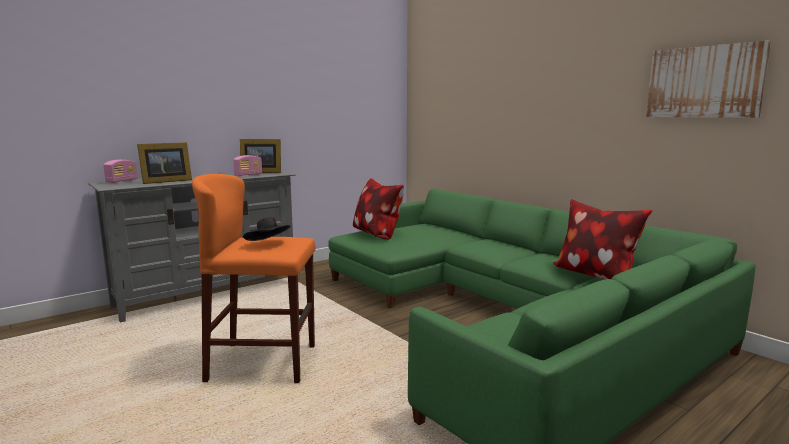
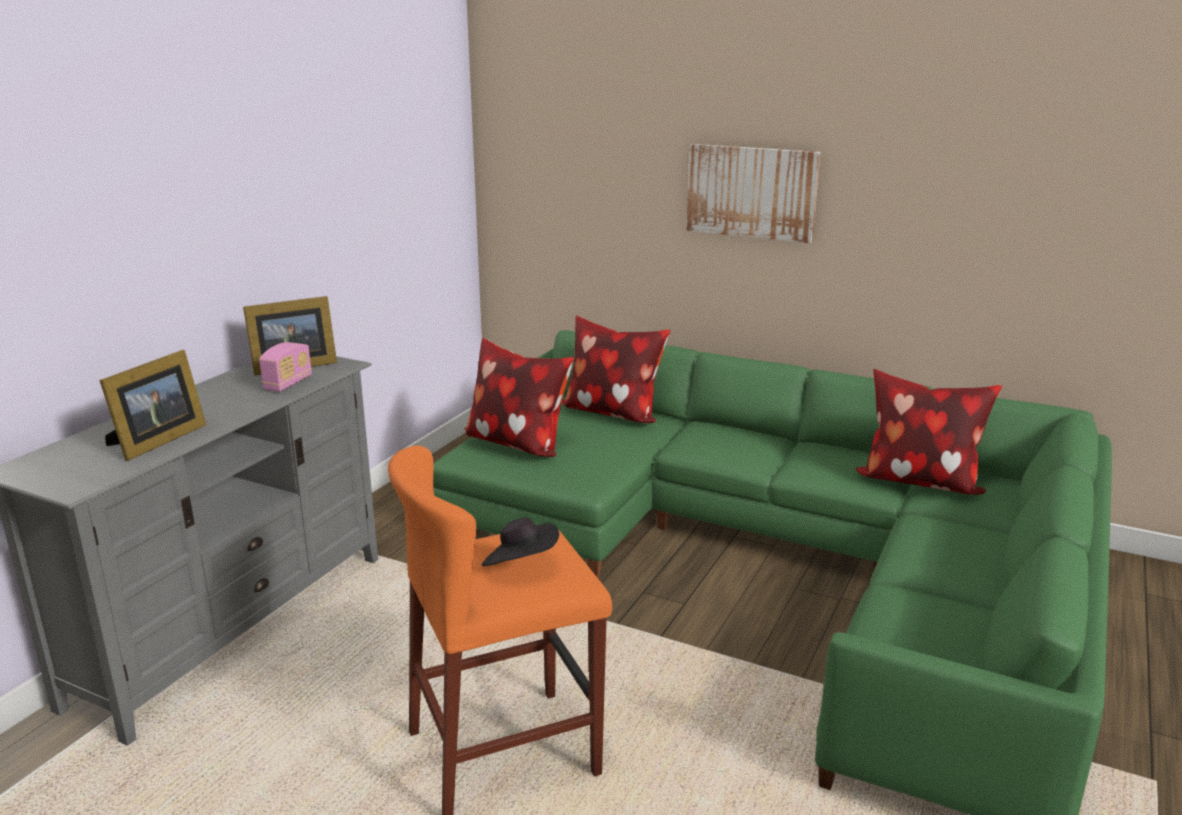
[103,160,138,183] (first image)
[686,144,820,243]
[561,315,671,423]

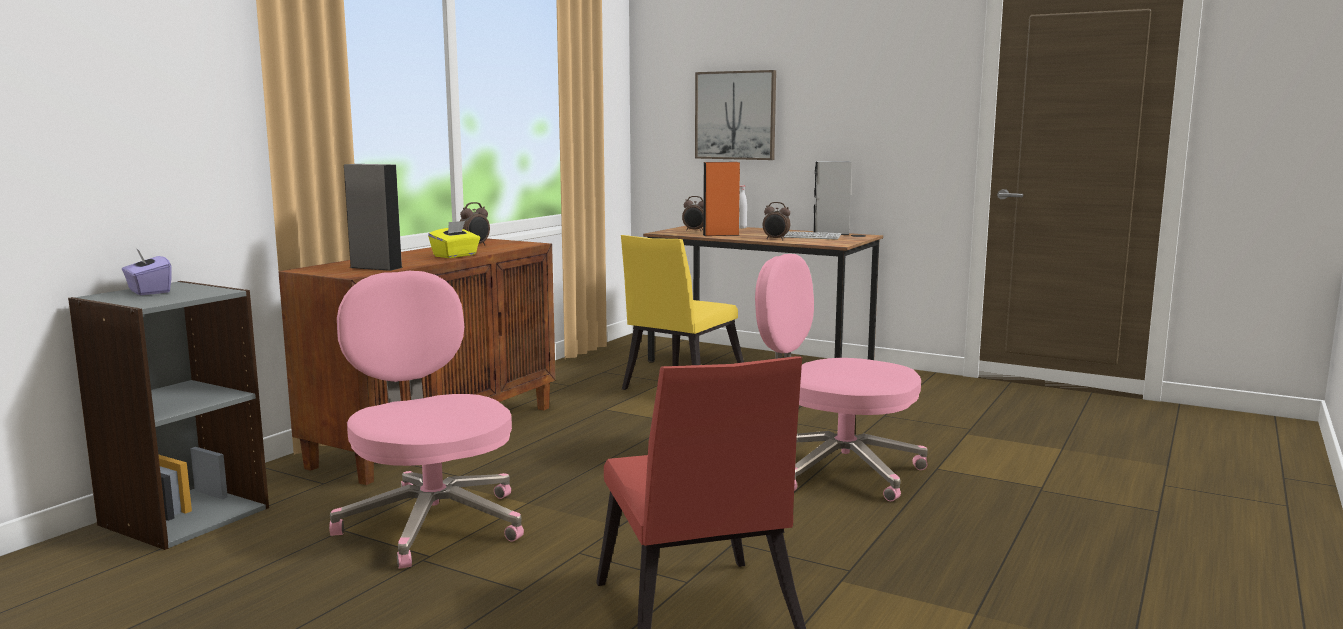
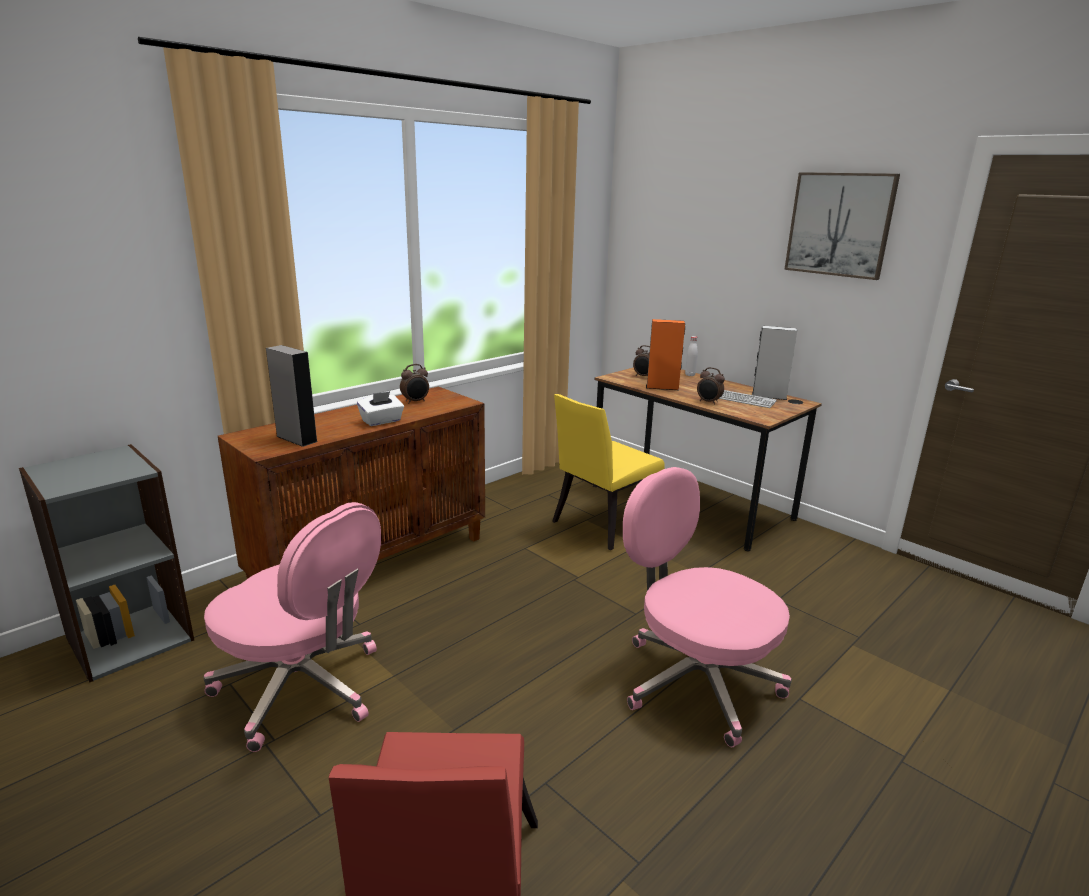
[122,248,172,295] (first image)
[204,502,381,752]
[357,391,404,426]
[784,172,900,280]

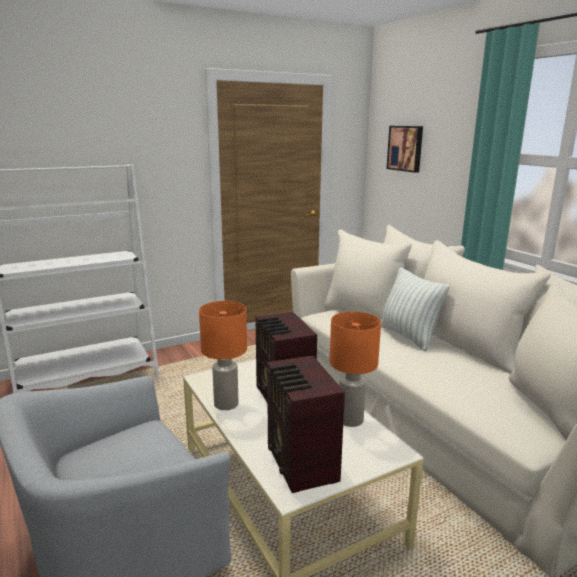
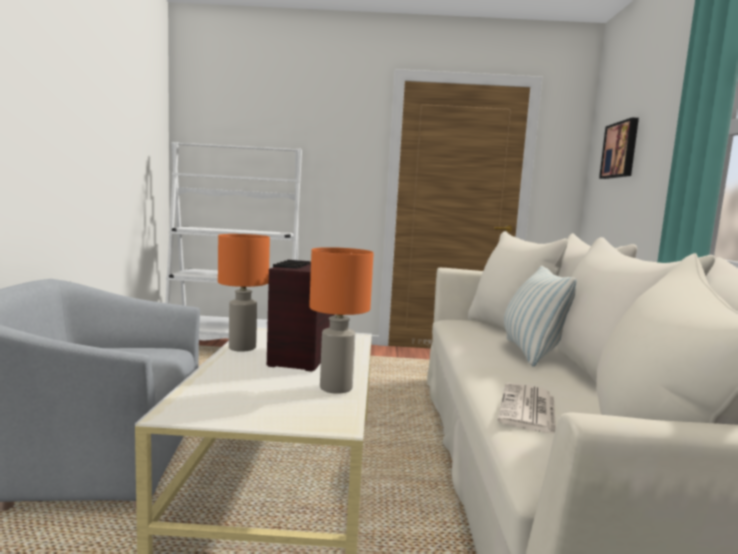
[267,356,345,493] (first image)
[497,383,556,434]

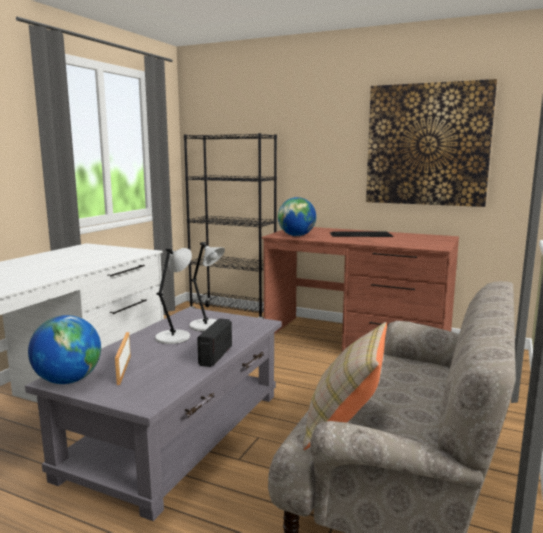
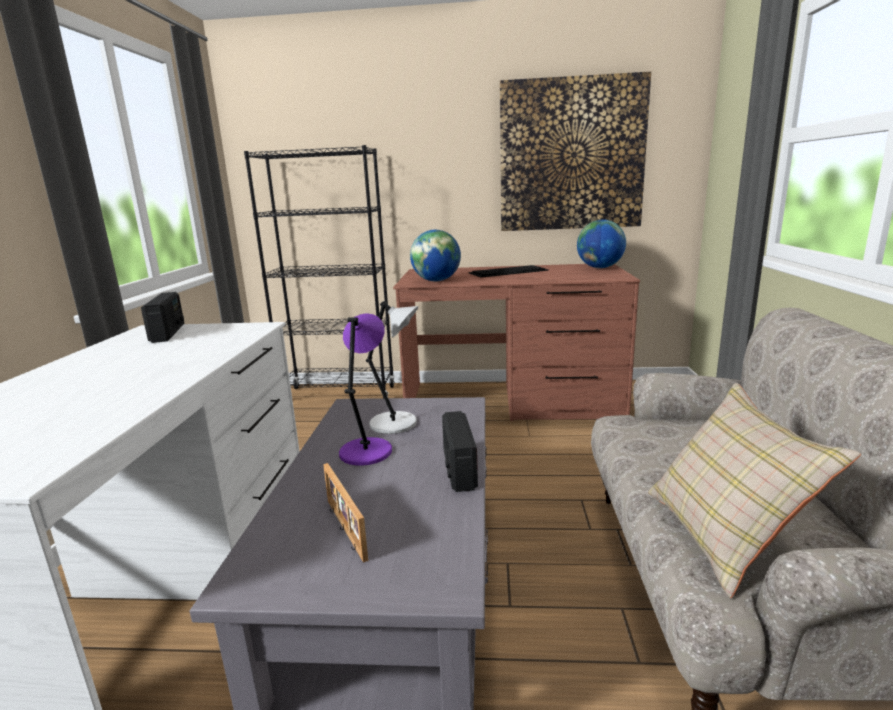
[577,220,626,268]
[339,313,392,466]
[141,292,184,343]

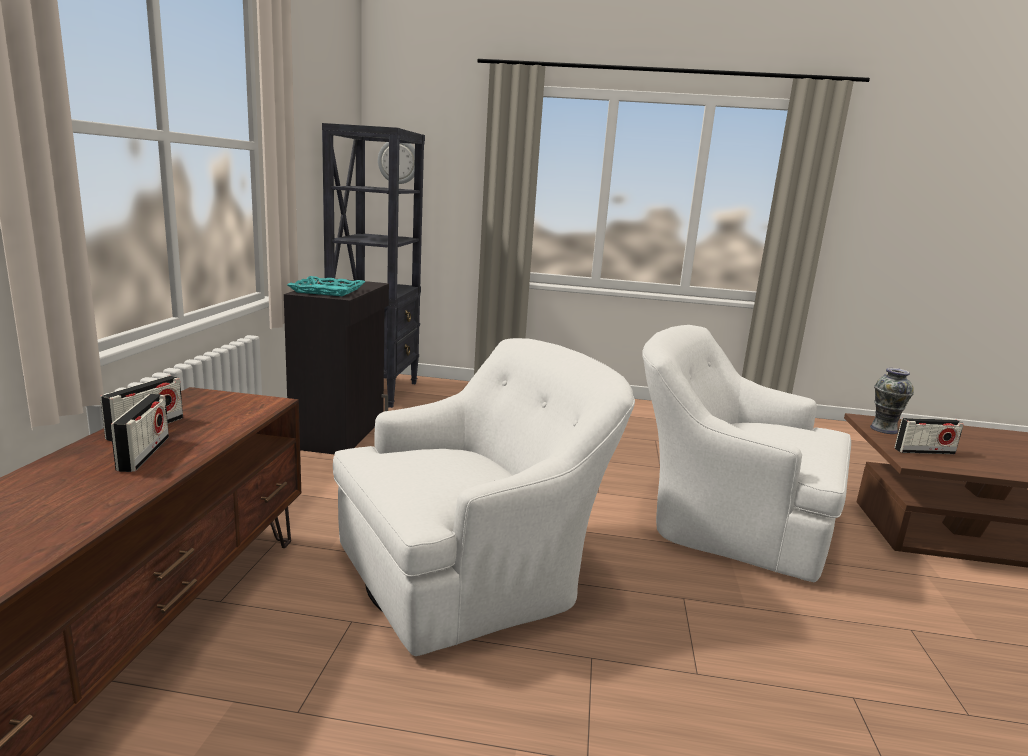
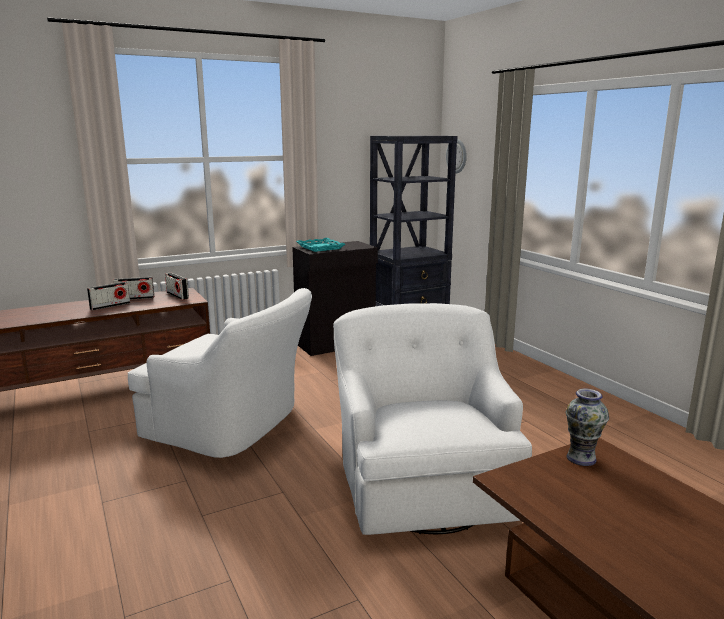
[165,273,189,300]

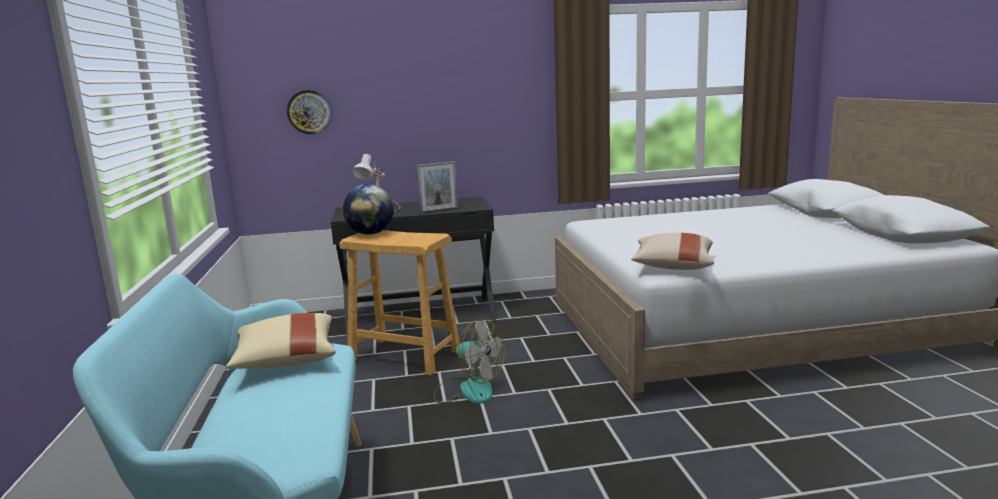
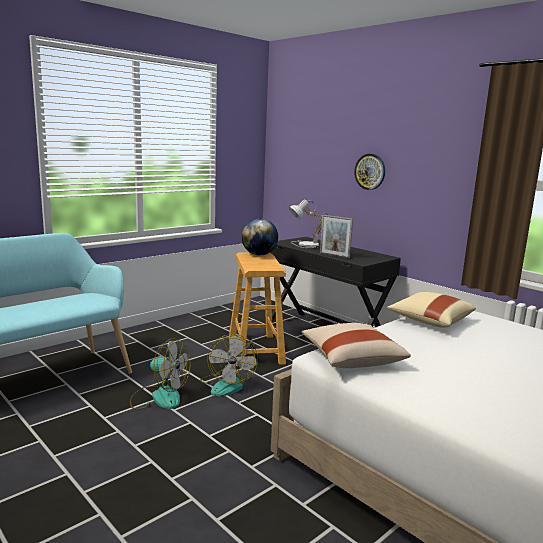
[387,292,476,328]
[354,154,385,190]
[130,339,190,410]

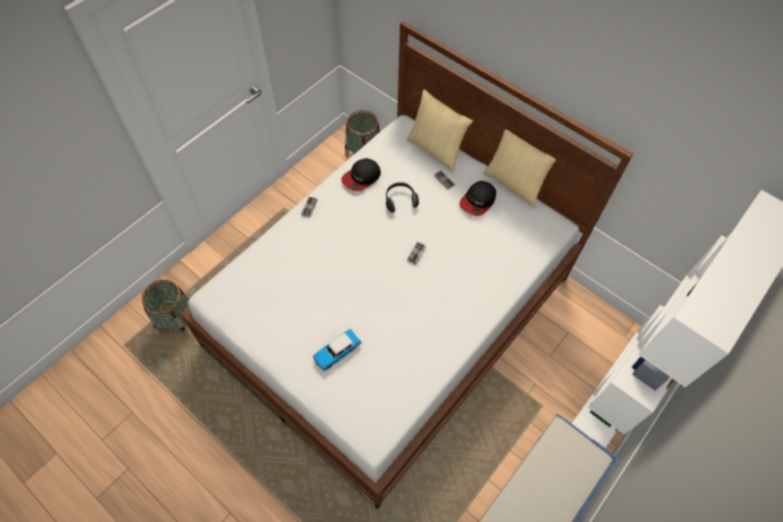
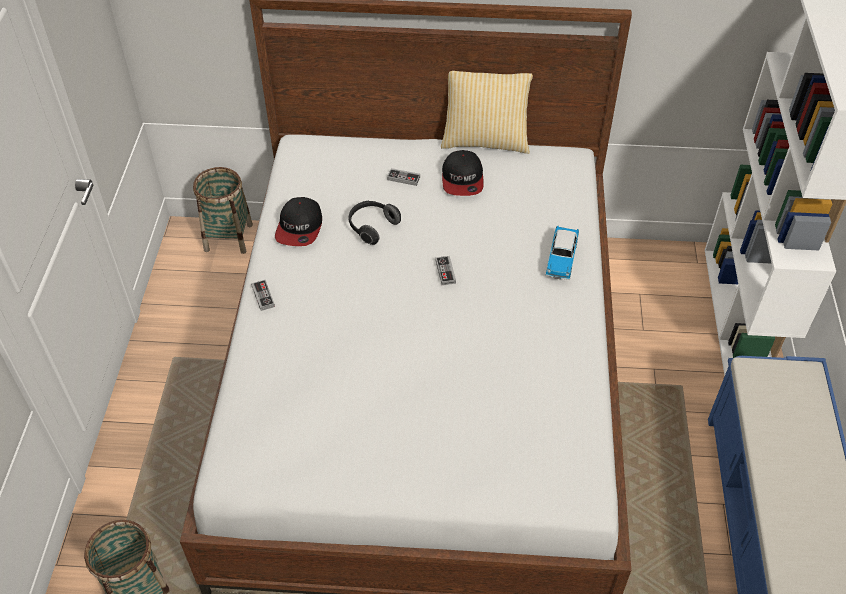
[545,226,579,280]
[407,89,474,172] (first image)

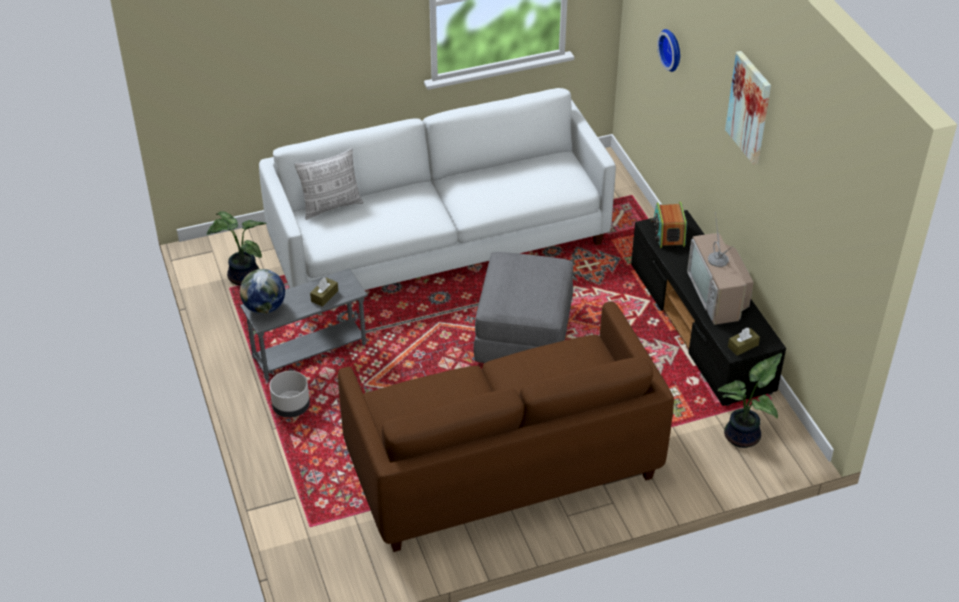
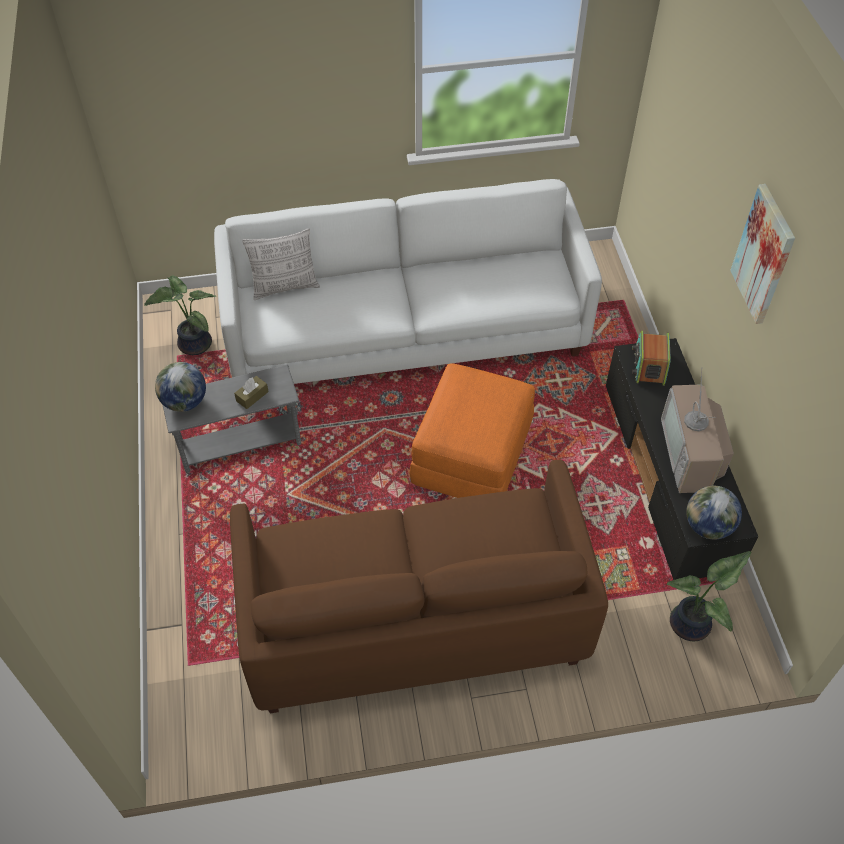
[269,371,310,418] (first image)
[409,363,535,498]
[657,29,680,72] (first image)
[686,486,742,539]

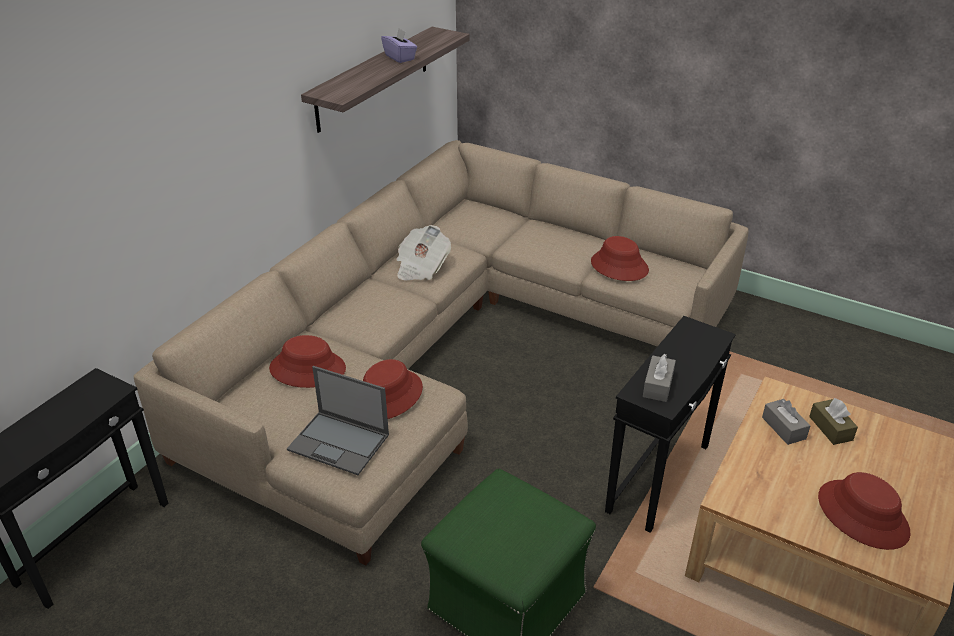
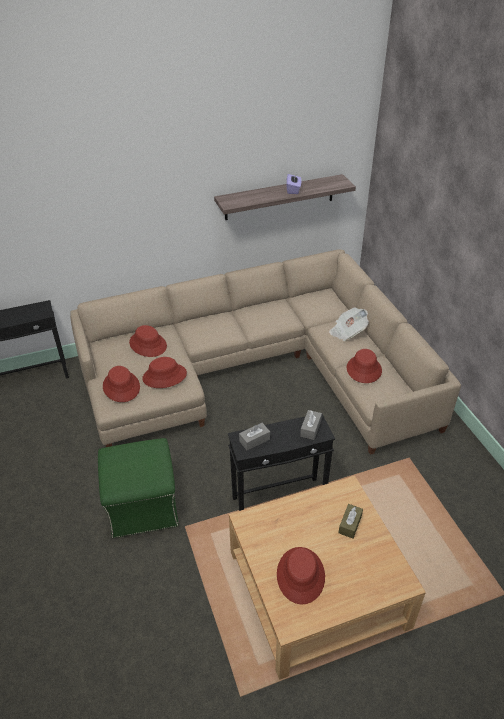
[103,366,140,402]
[329,308,369,341]
[300,410,322,440]

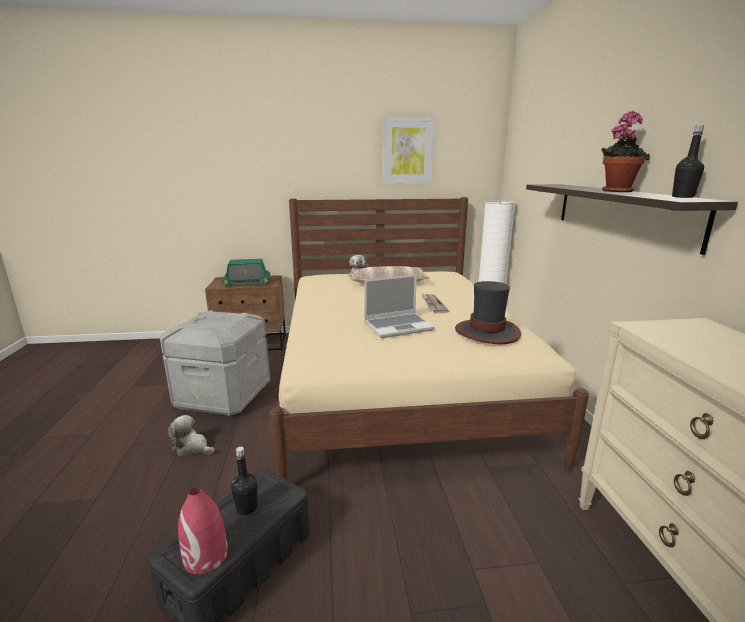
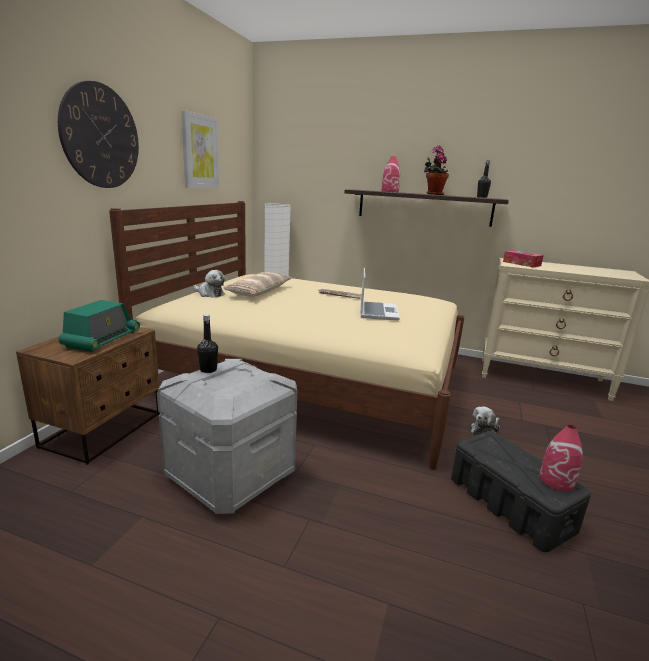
[471,406,500,436]
[197,314,218,373]
[455,281,521,344] (first image)
[58,81,139,188]
[382,156,400,192]
[503,250,544,267]

